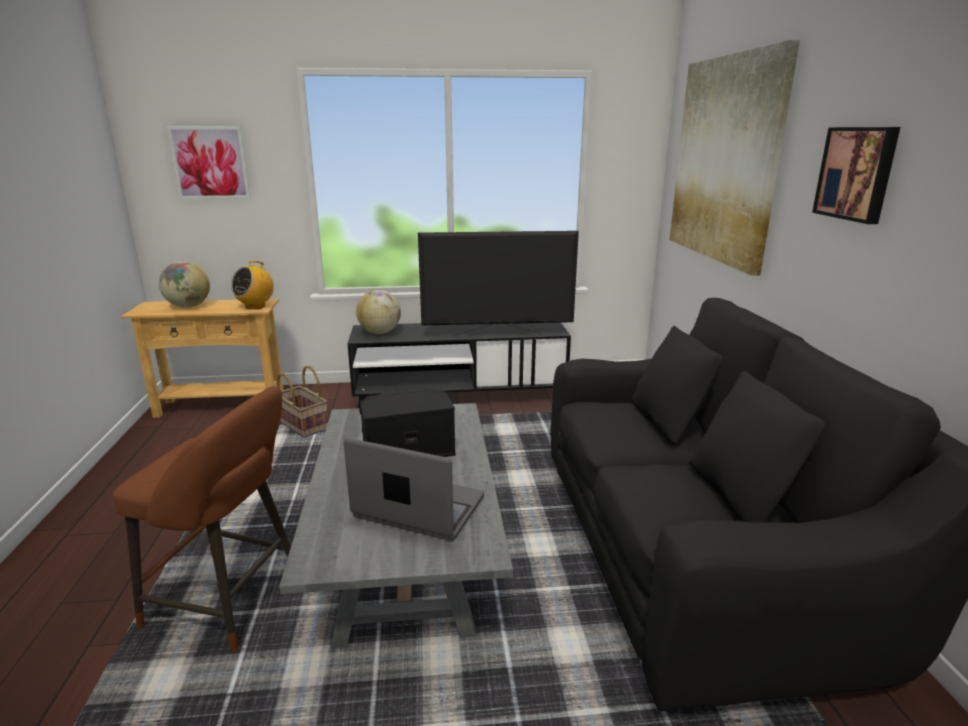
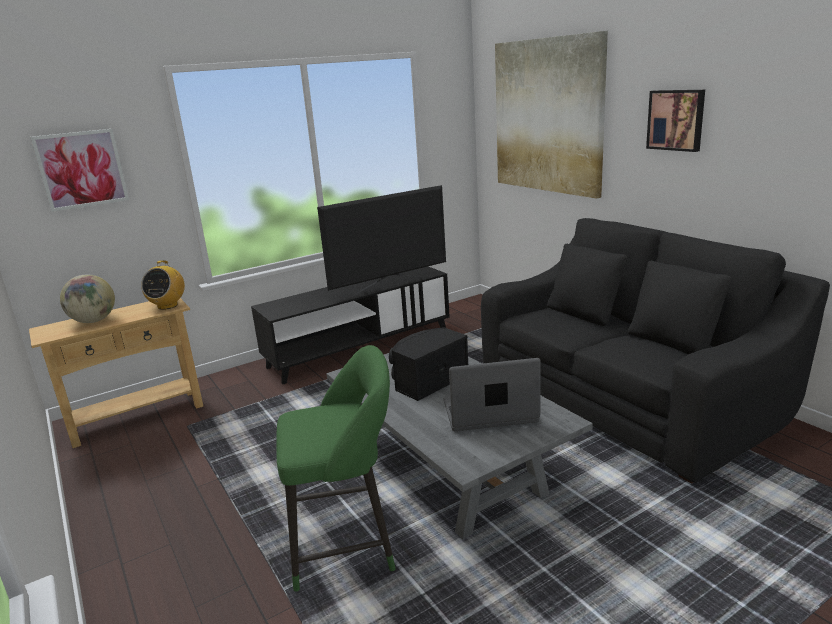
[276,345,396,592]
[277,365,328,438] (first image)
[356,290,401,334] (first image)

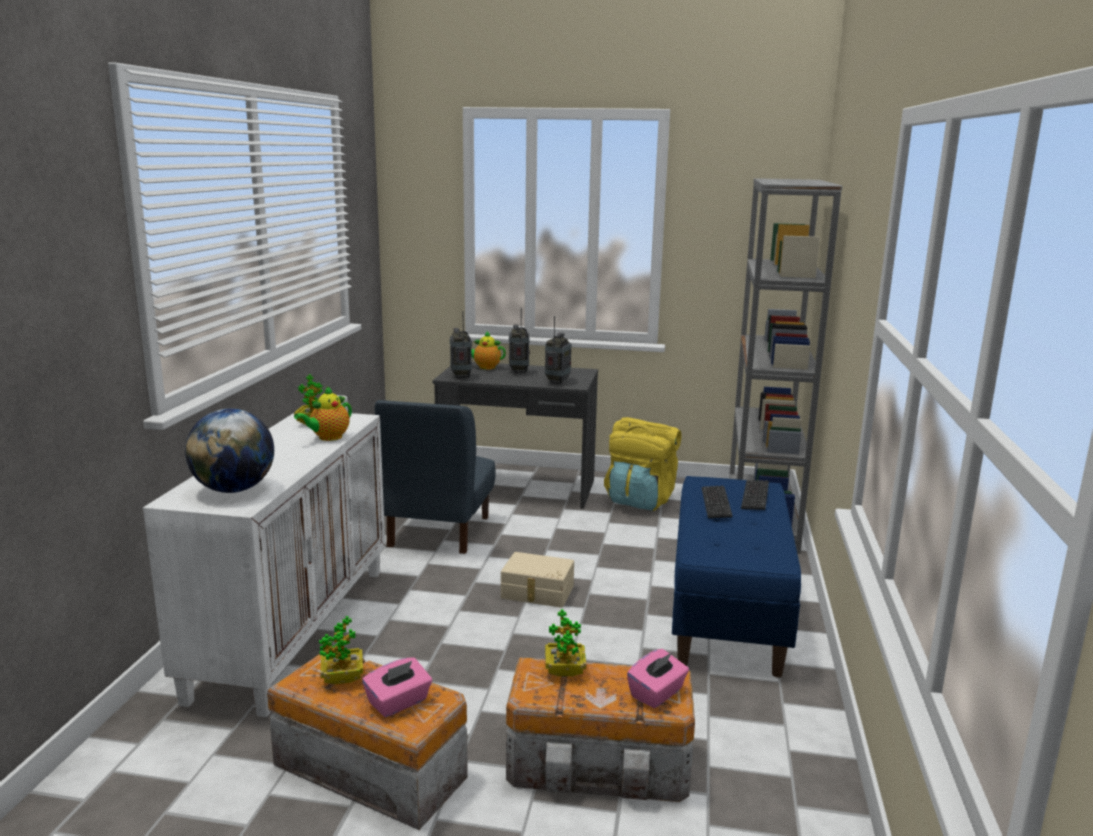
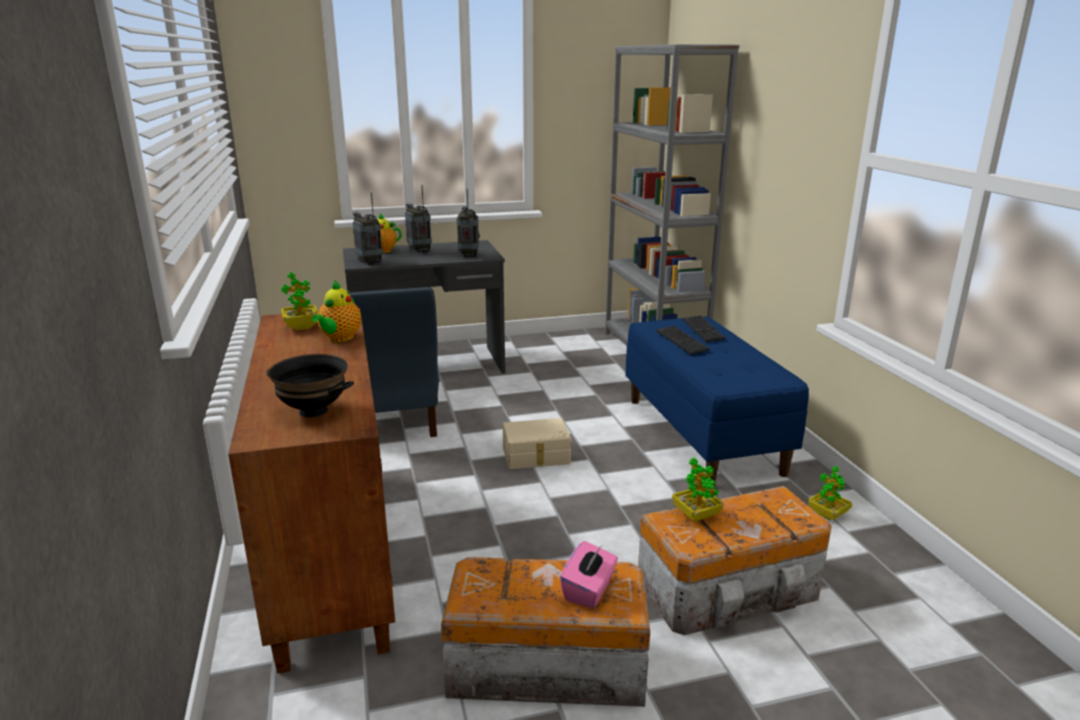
[228,308,395,673]
[266,354,354,417]
[808,466,852,520]
[604,417,681,511] (first image)
[627,649,689,708] (first image)

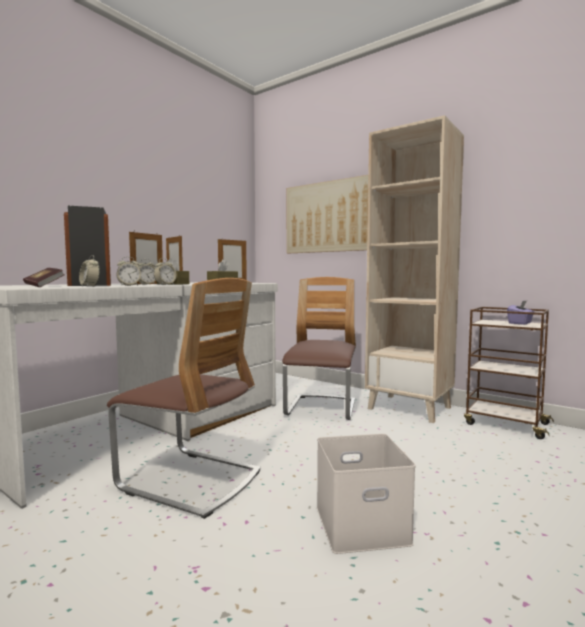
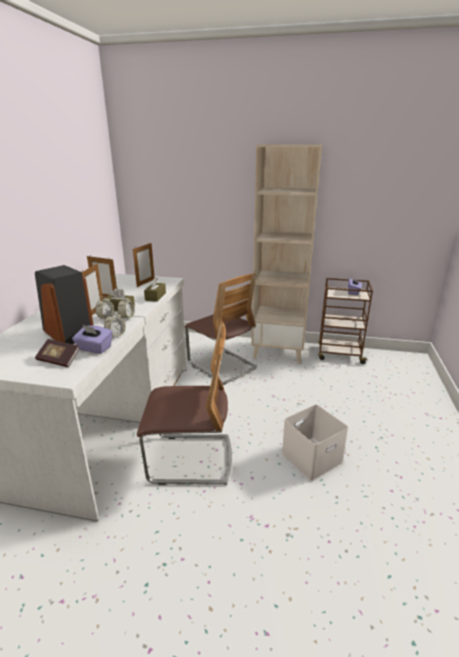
[72,325,113,354]
[185,273,257,385]
[287,175,368,253] (first image)

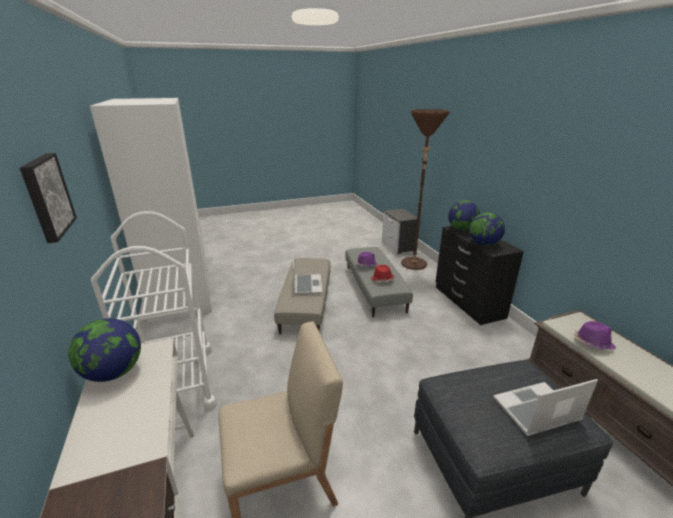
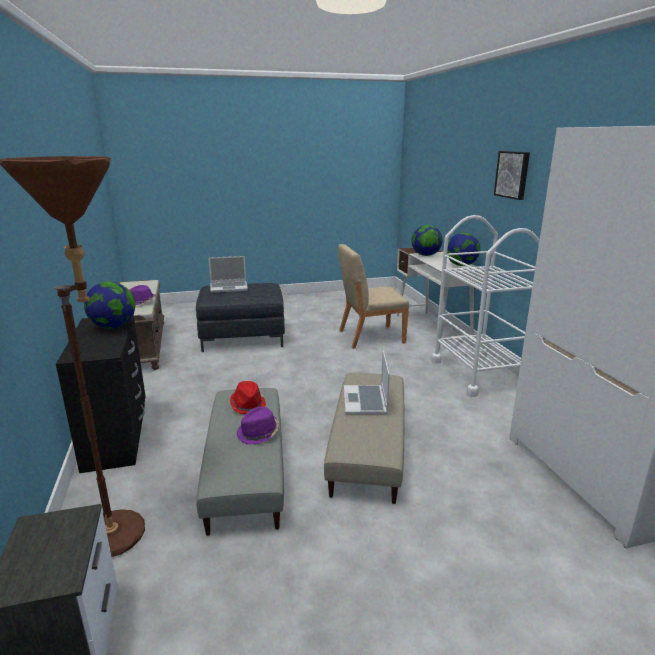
[412,225,442,256]

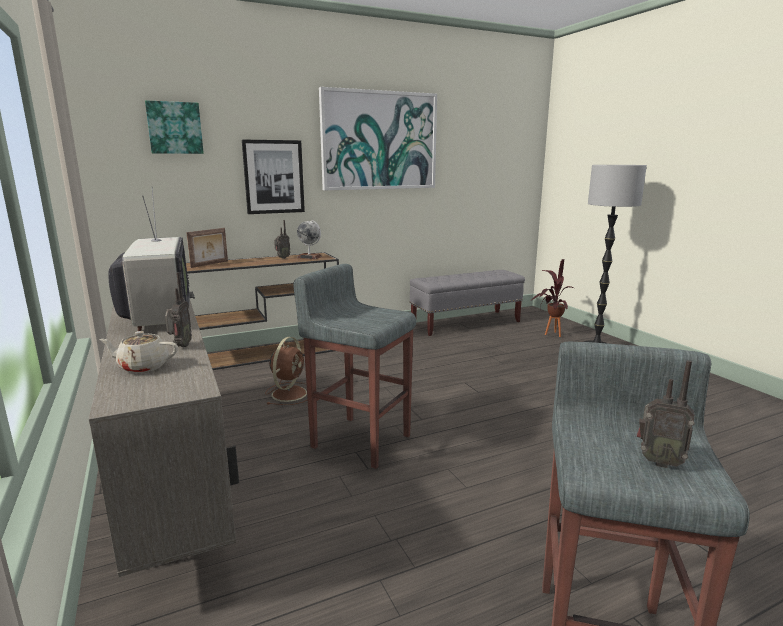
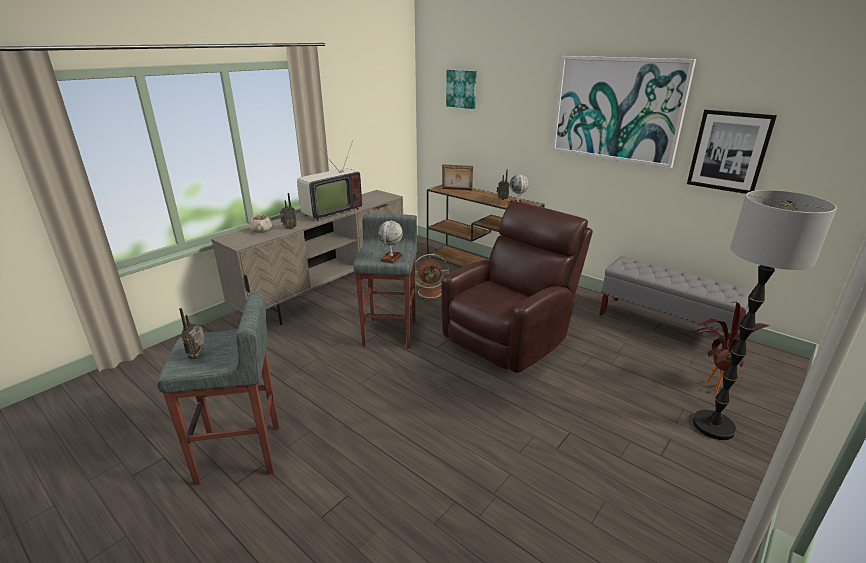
[687,110,777,194]
[378,221,403,264]
[441,201,593,373]

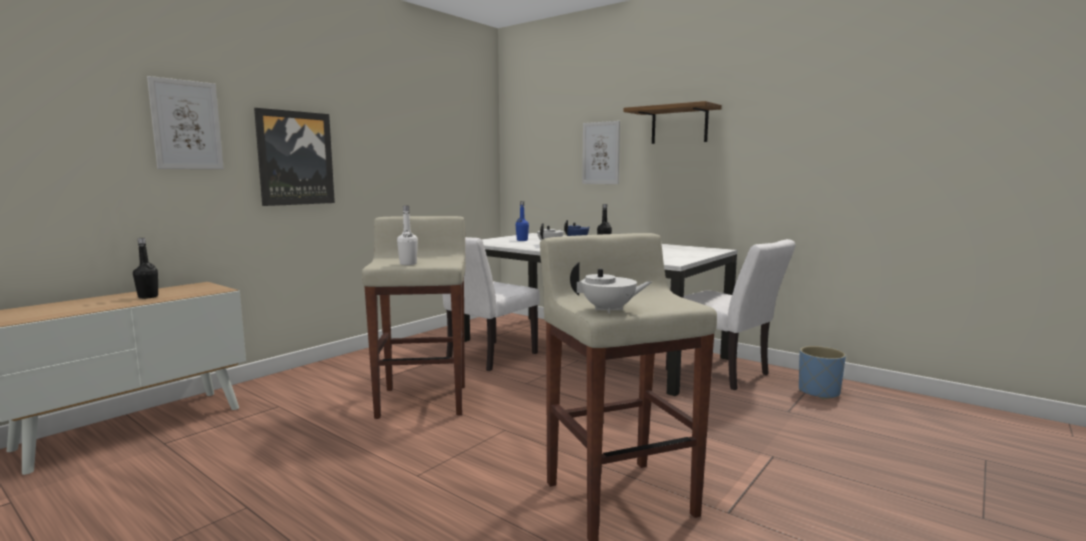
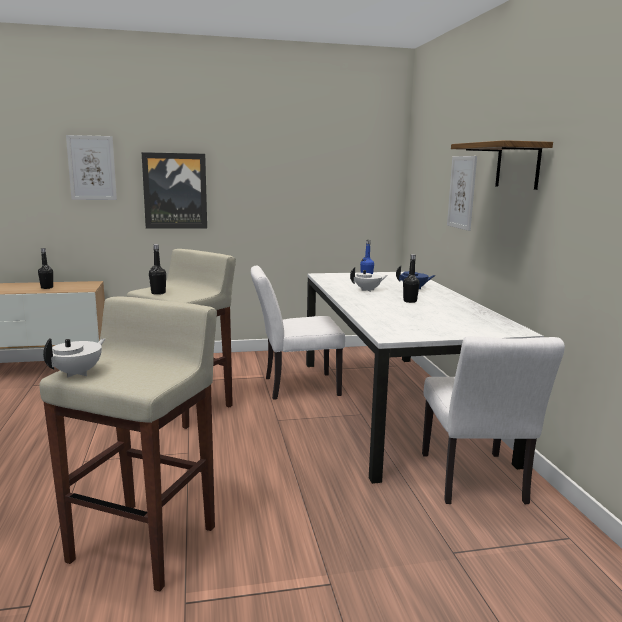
[149,244,166,295]
[43,338,105,377]
[799,346,846,399] (first image)

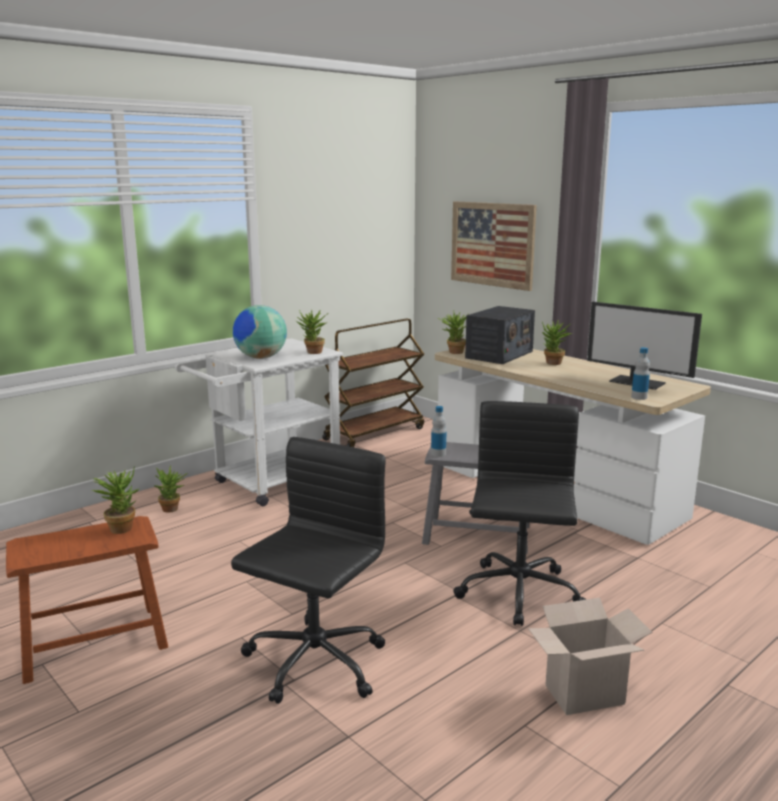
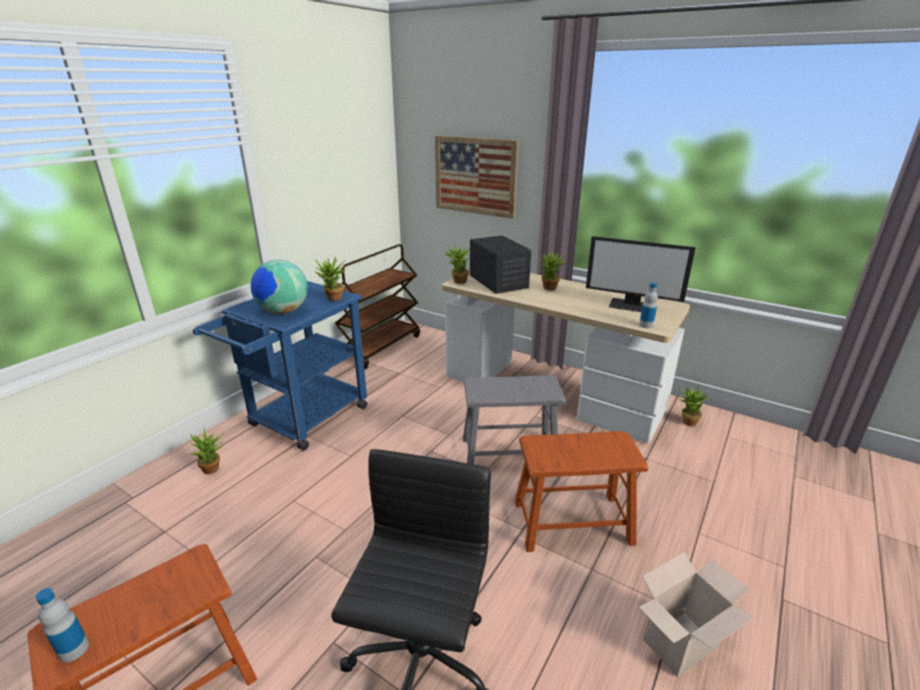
[677,385,707,426]
[193,281,367,451]
[36,588,89,662]
[515,431,648,552]
[470,235,531,294]

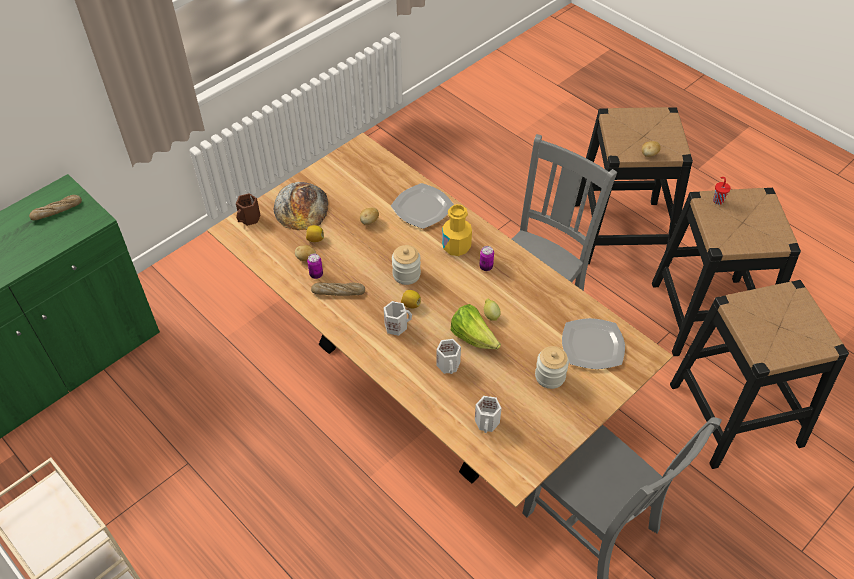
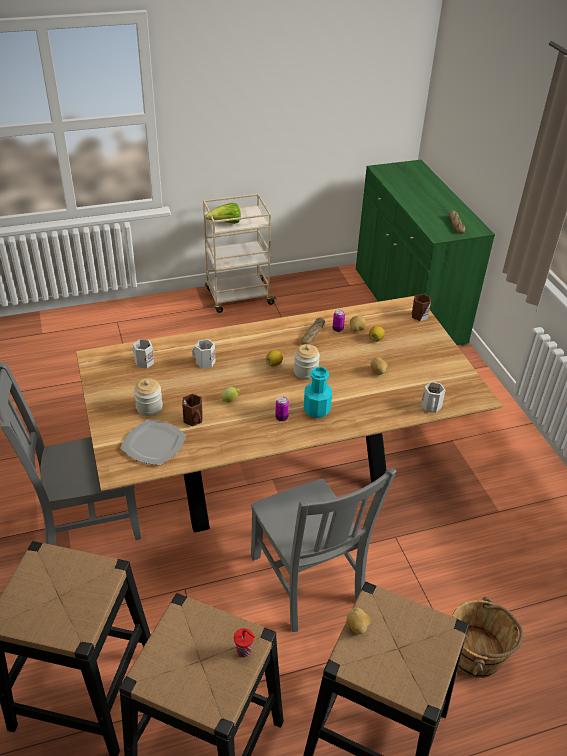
[273,182,328,230] (first image)
[421,382,446,413]
[391,183,454,229] (first image)
[304,367,332,418]
[205,203,241,224]
[182,394,203,426]
[452,597,523,678]

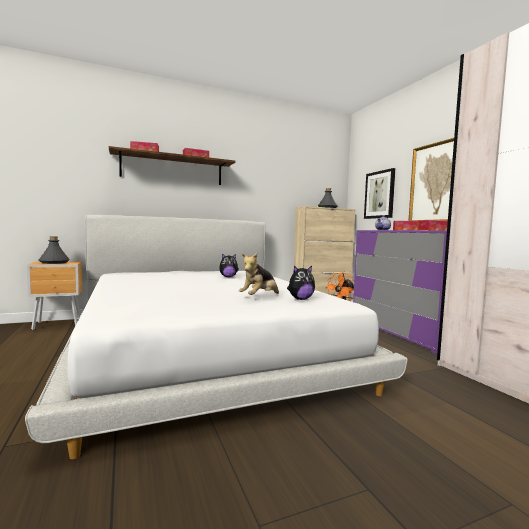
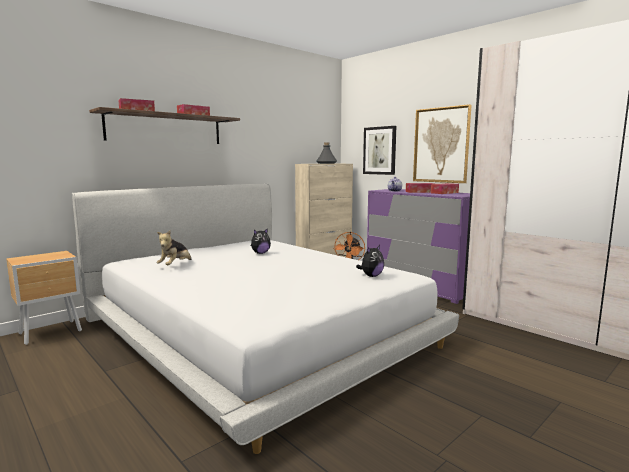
[39,236,70,264] (first image)
[156,231,192,265]

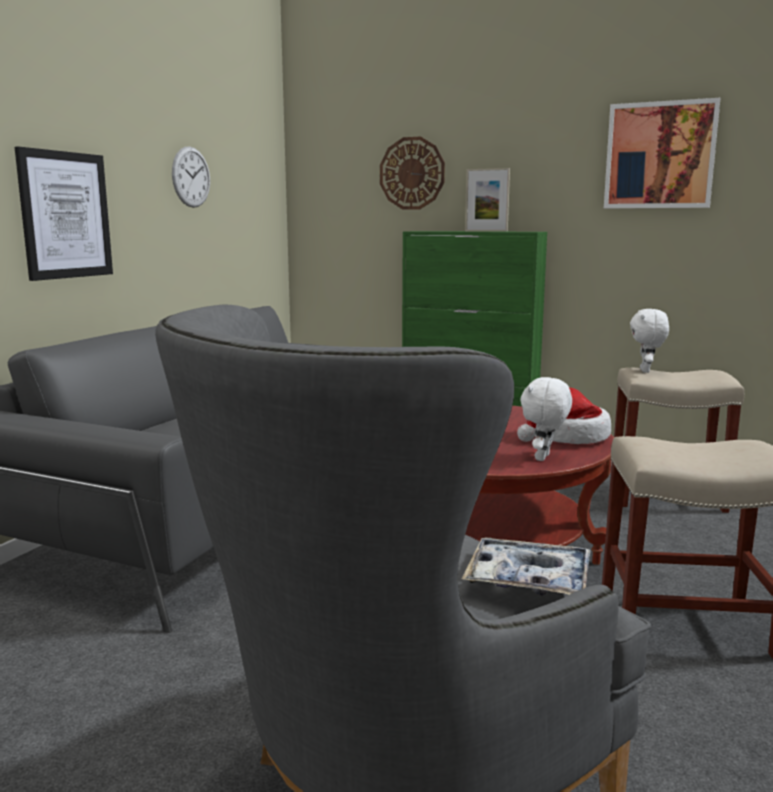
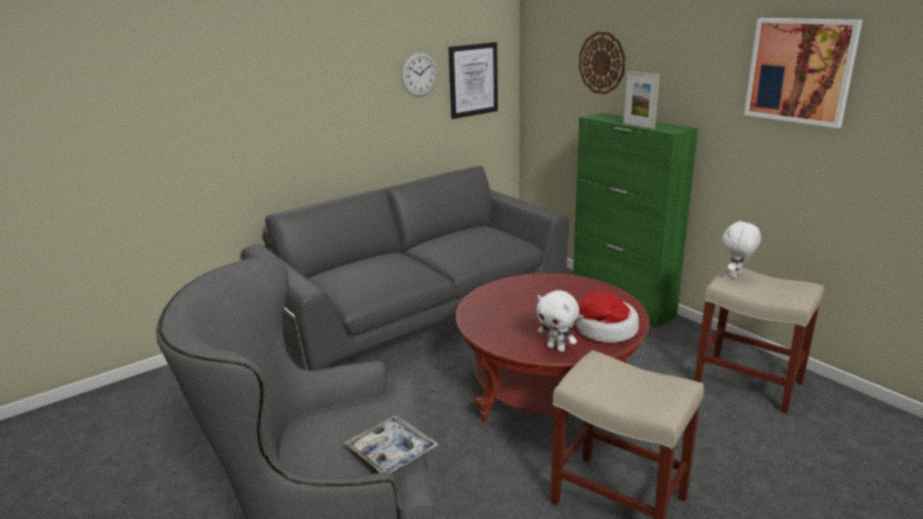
[448,42,498,119]
[536,290,579,352]

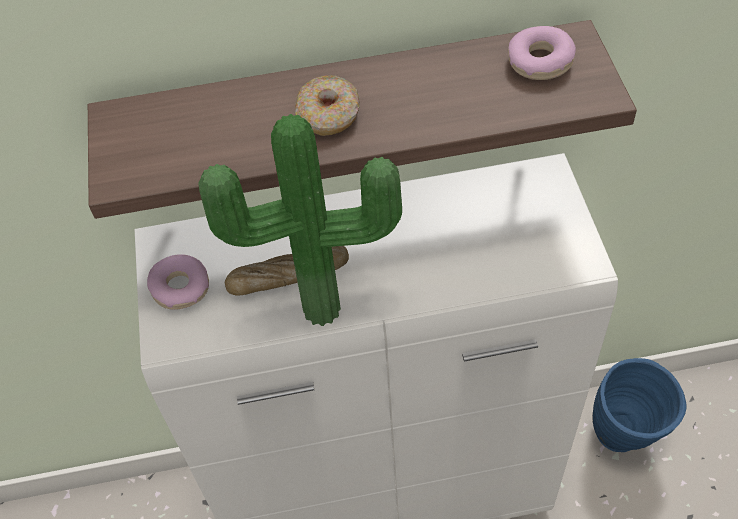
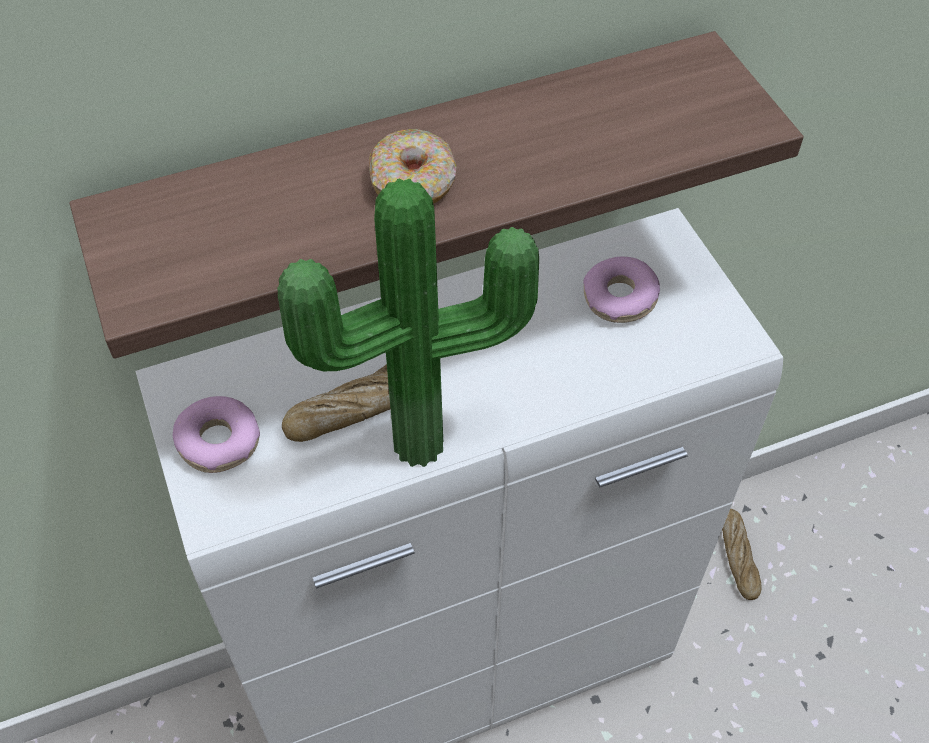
[583,257,660,323]
[722,509,761,600]

